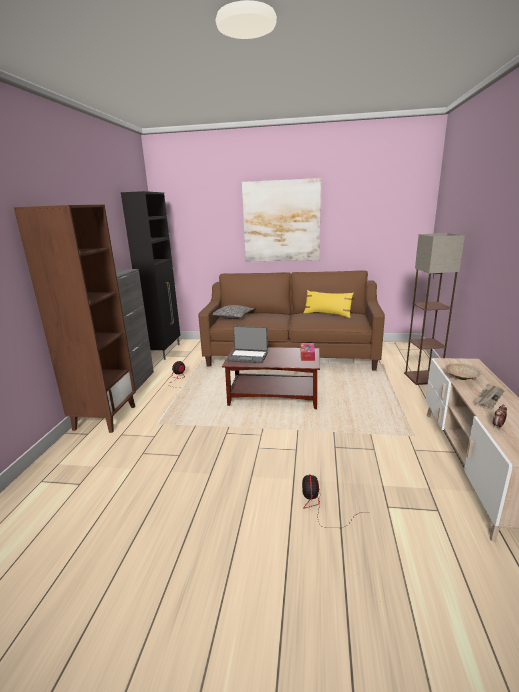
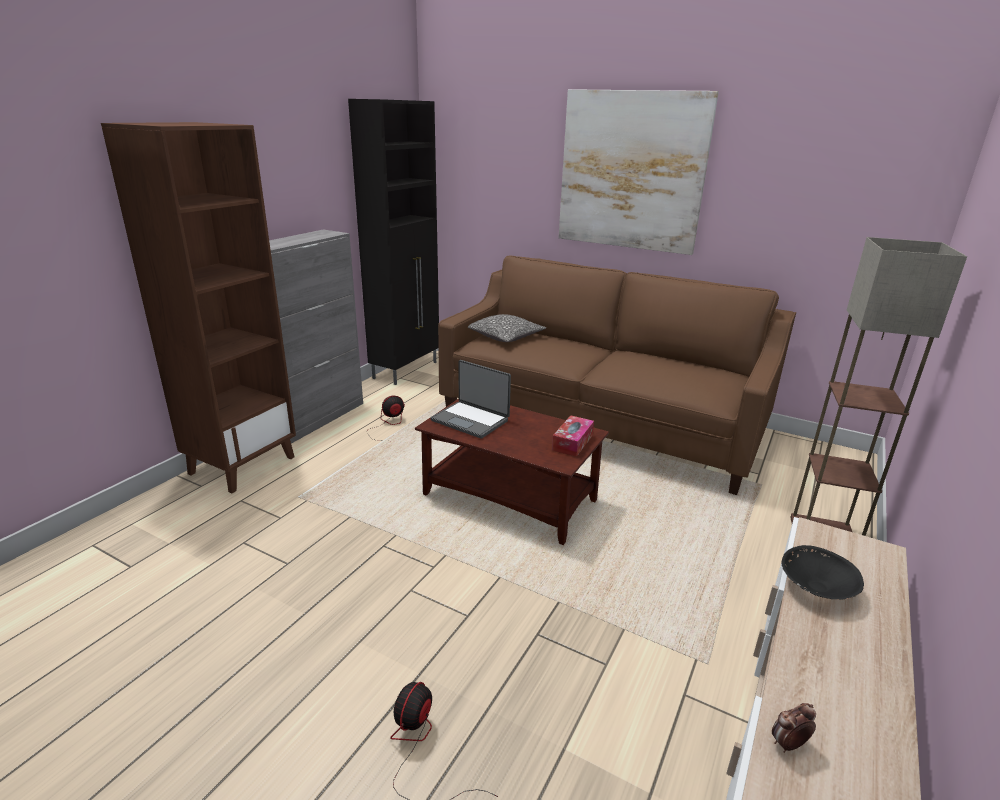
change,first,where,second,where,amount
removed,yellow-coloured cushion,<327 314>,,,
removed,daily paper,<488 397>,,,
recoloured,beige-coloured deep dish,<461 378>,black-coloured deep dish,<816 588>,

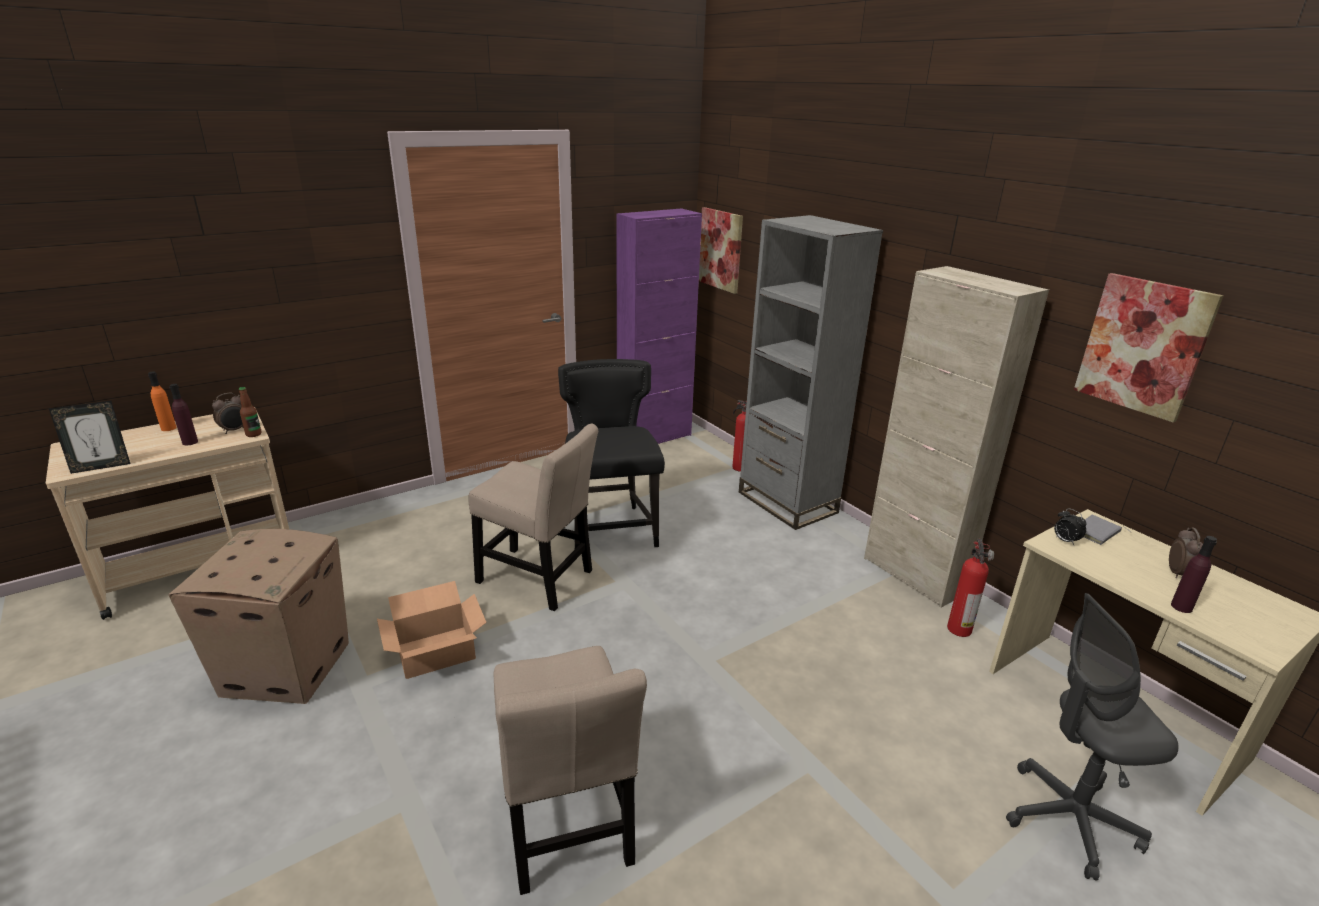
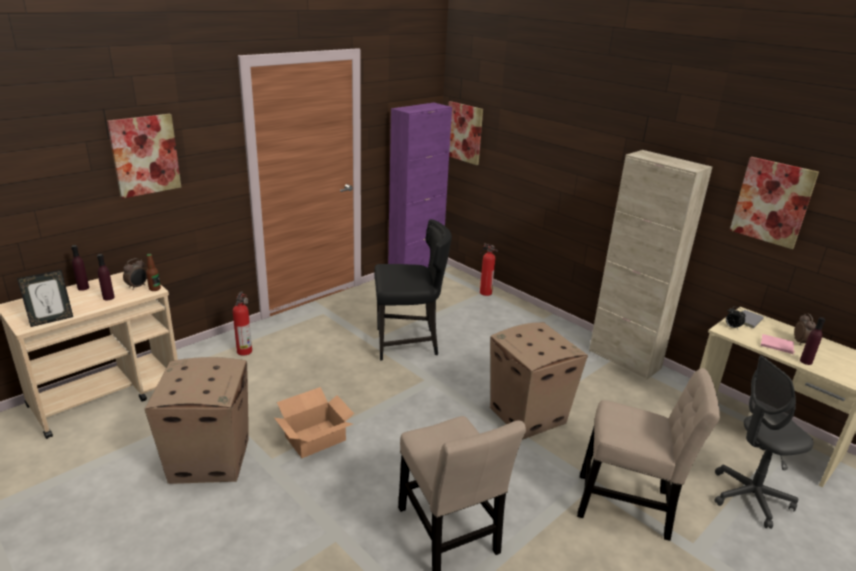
change,first,where,second,where,amount
removed,gray bookcase,<787 502>,,,
added,,,picture,<145 155>,
added,,,packing box,<528 415>,
added,,,pink-coloured book,<776 346>,
moved,beige-coloured upright chair,<539 579>,,<629 506>,
moved,extinguisher,<959 628>,,<245 350>,
recoloured,orangey beverage bottle,<168 428>,purple-coloured beverage bottle,<83 288>,
turned,black-coloured upright chair,<611 529>,,<408 343>,105 degrees clockwise

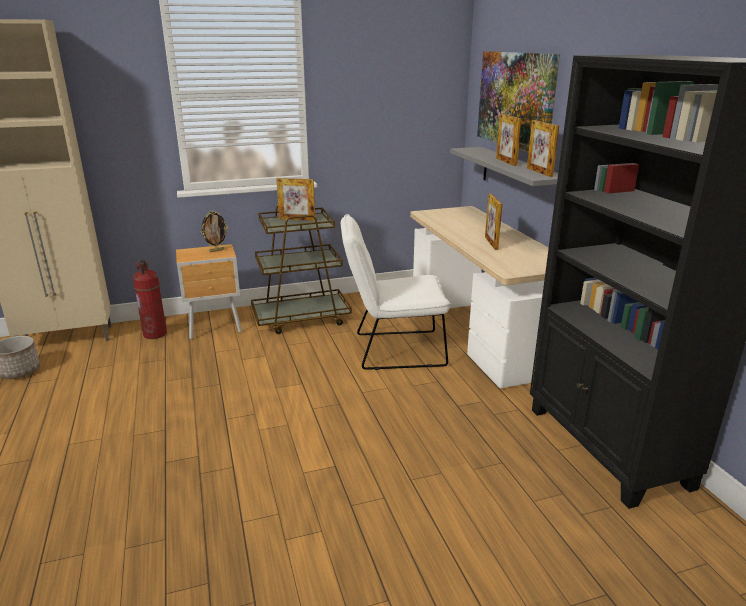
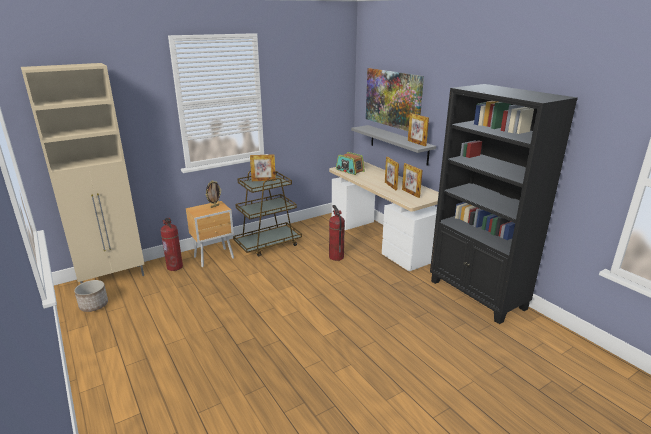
change,first,where,second,where,amount
added,,,radio receiver,<349 170>,
moved,standing frame,<506 162>,,<410 193>,
replaced,white upright chair,<392 350>,extinguisher,<336 257>,

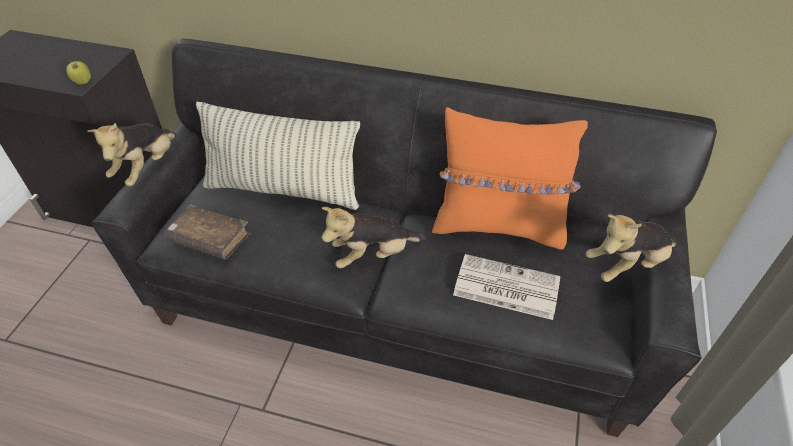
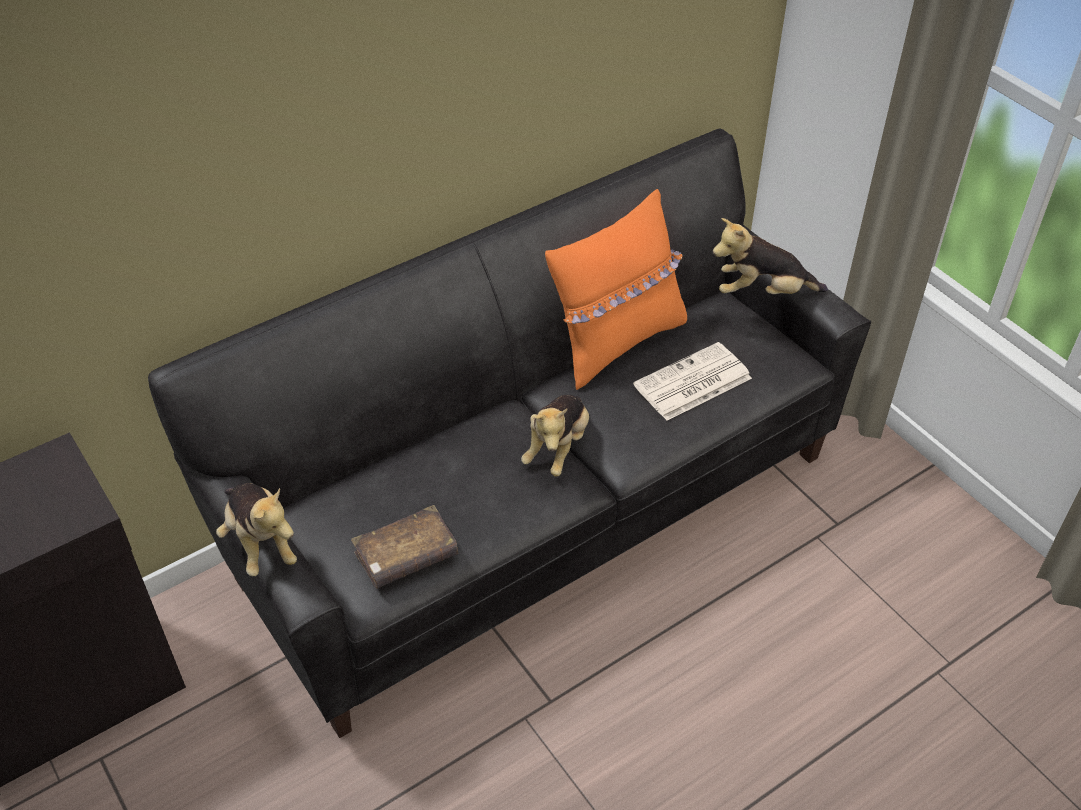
change,first,where,second,where,amount
removed,apple,<83 83>,,,
removed,cushion,<283 190>,,,
turned,cuddly toy,<627 265>,,<762 292>,75 degrees clockwise

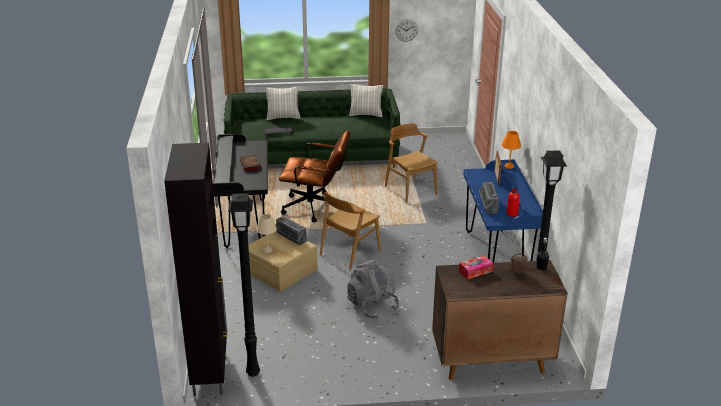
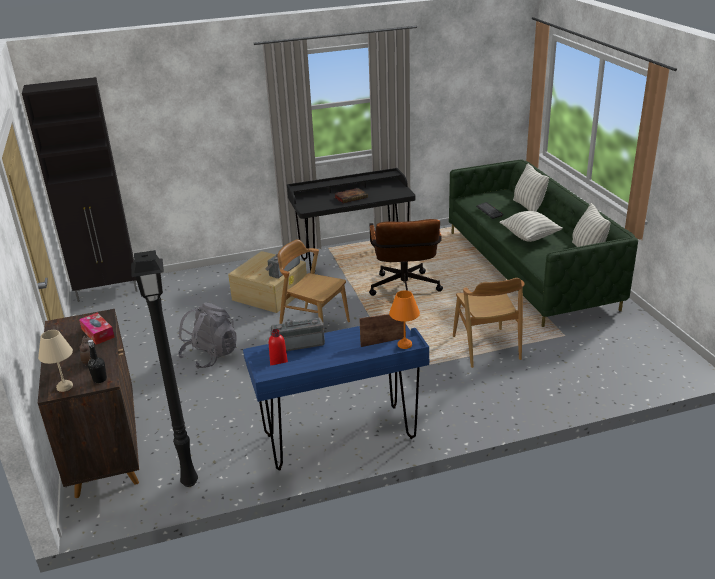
change,first,where,second,where,amount
removed,black-coloured standard lamp,<252 373>,,,
removed,hanging clock,<406 30>,,,
added,,,cushion,<529 236>,
moved,beige-coloured lamp for a table,<268 250>,,<64 387>,
turned,brownish upright chair,<410 190>,,<486 348>,120 degrees clockwise

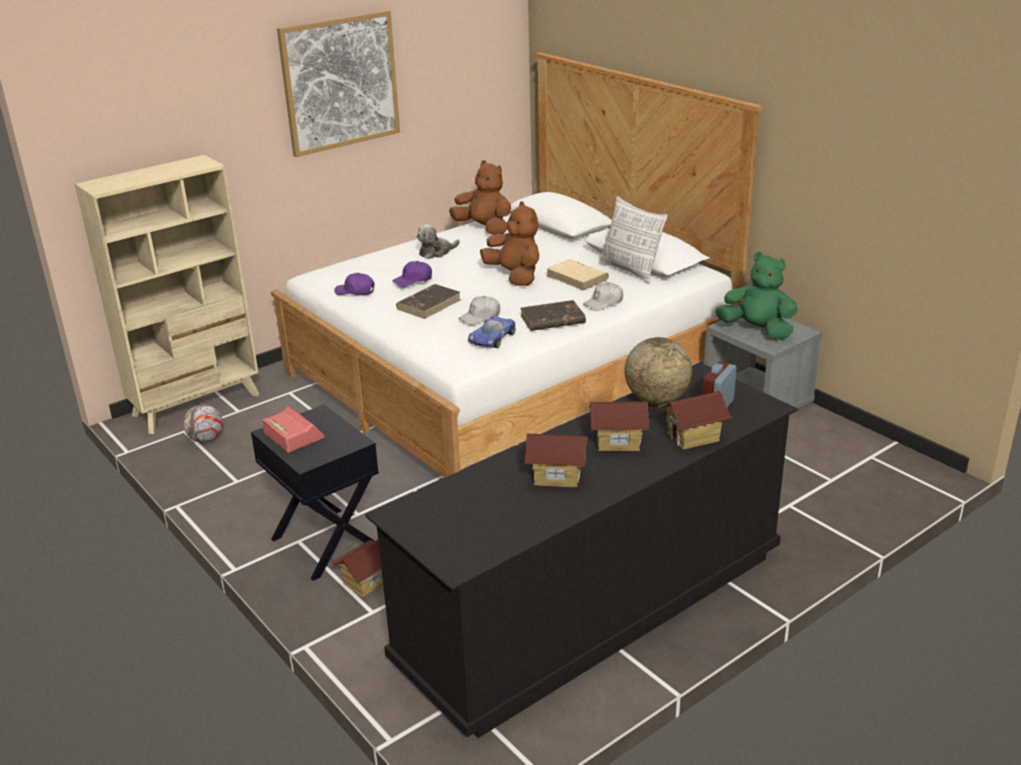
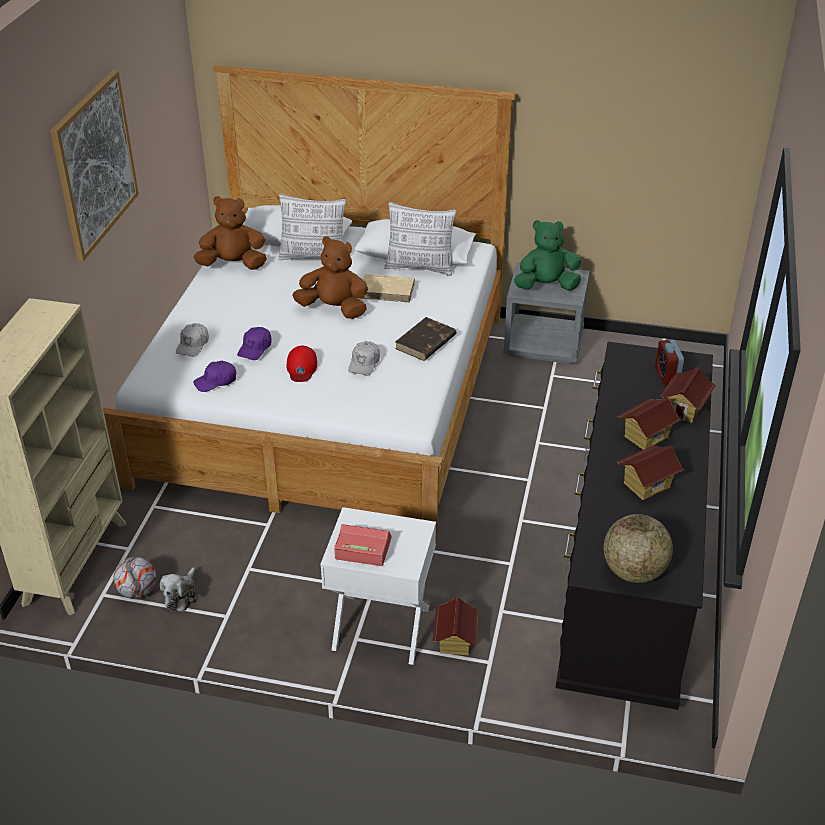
change,first,where,second,where,amount
removed,model car,<491 338>,,,
added,,,cushion,<313 257>,
moved,cuddly toy,<436 252>,,<181 595>,
moved,white baseball cap,<603 303>,,<193 345>,
moved,desk globe,<656 399>,,<634 572>,
replaced,brownish book,<429 304>,red-coloured baseball cap,<301 367>,
recoloured,black-coloured night table,<325 543>,white night table,<381 628>,

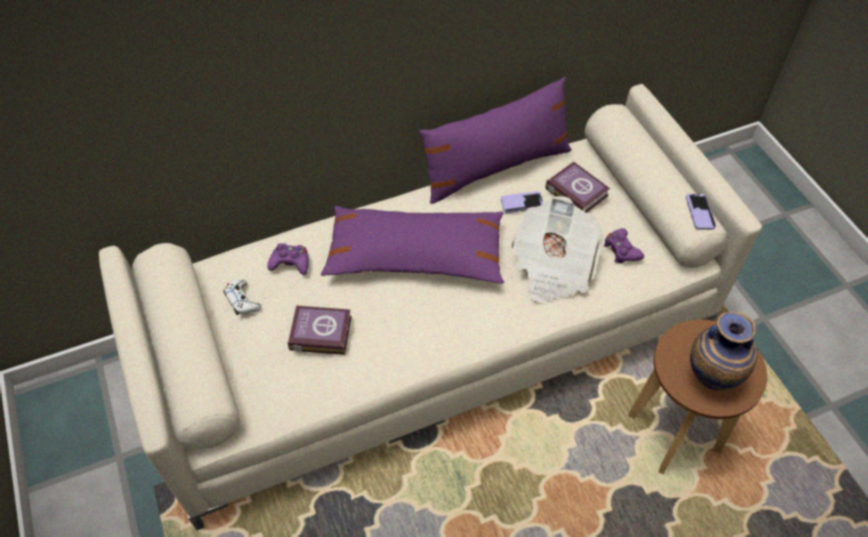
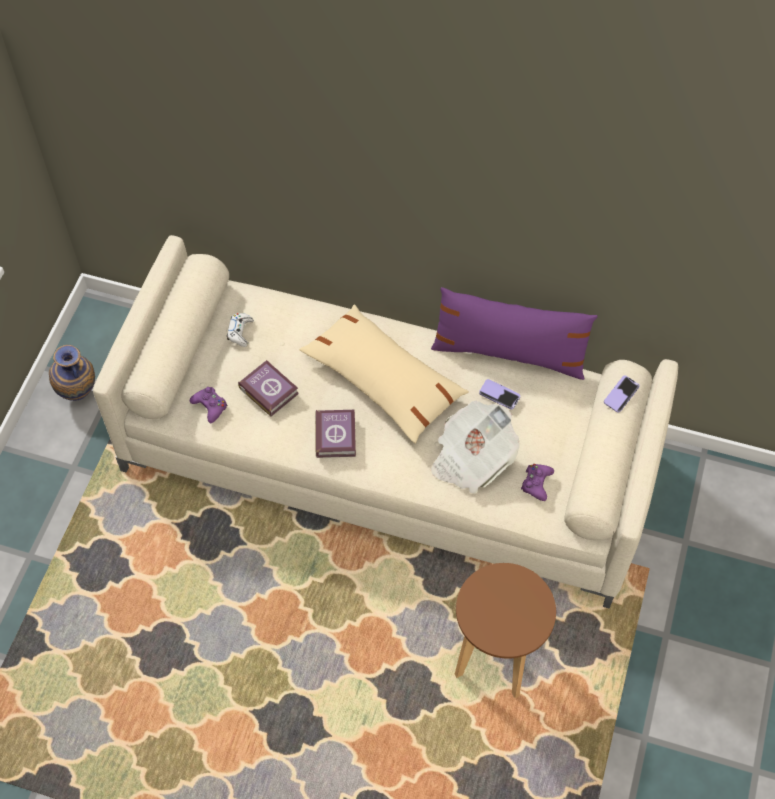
change,first,where,second,where,amount
moved,purple-coloured gamepad,<290 262>,,<210 406>,
moved,book,<576 191>,,<336 435>,
moved,phone,<700 212>,,<621 394>,
moved,flower vase,<710 378>,,<79 394>,
recoloured,purple-coloured cushion,<415 255>,beige-coloured cushion,<383 380>,

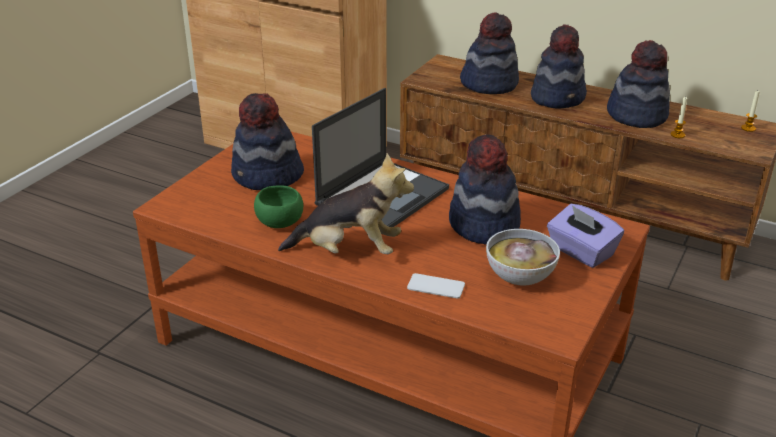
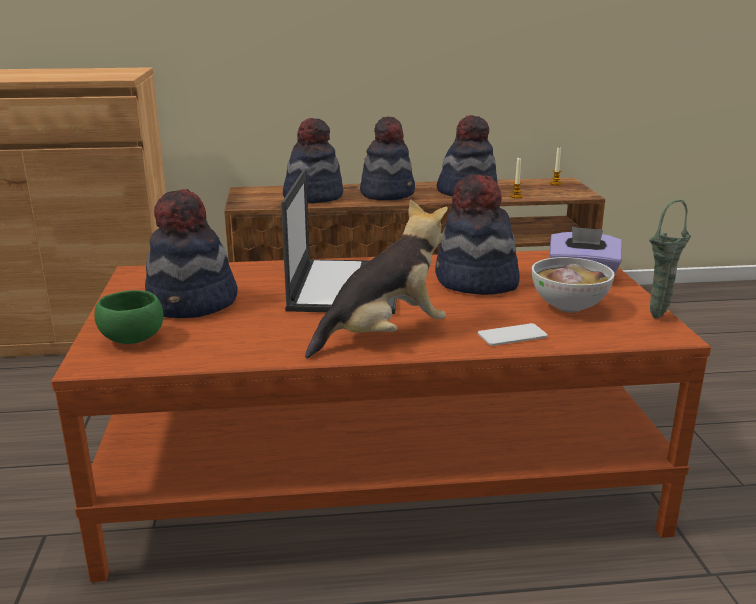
change,first,where,second,where,amount
added,,,green flower vase,<659 316>,
moved,green deep dish,<279 223>,,<132 340>,

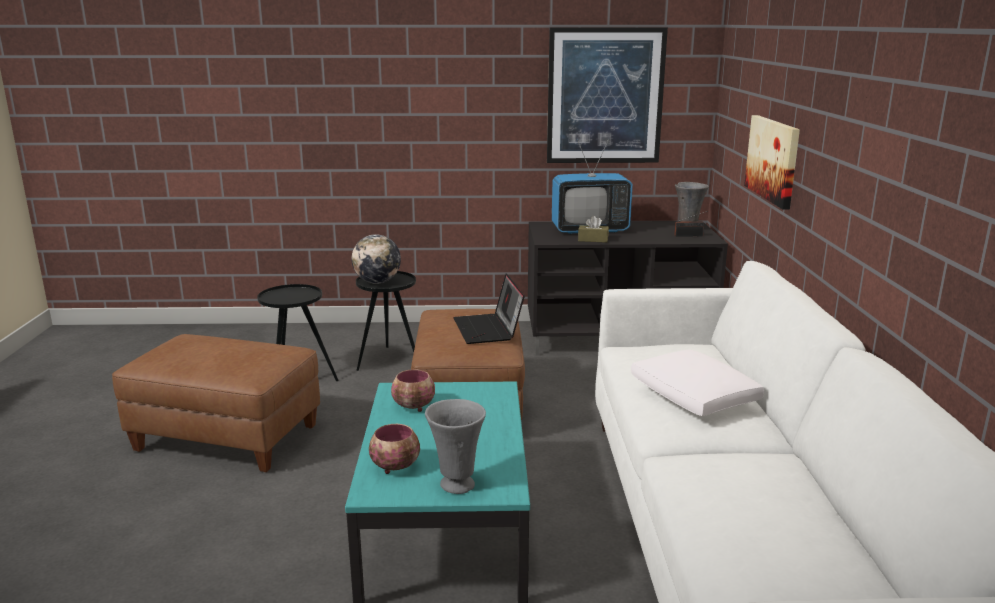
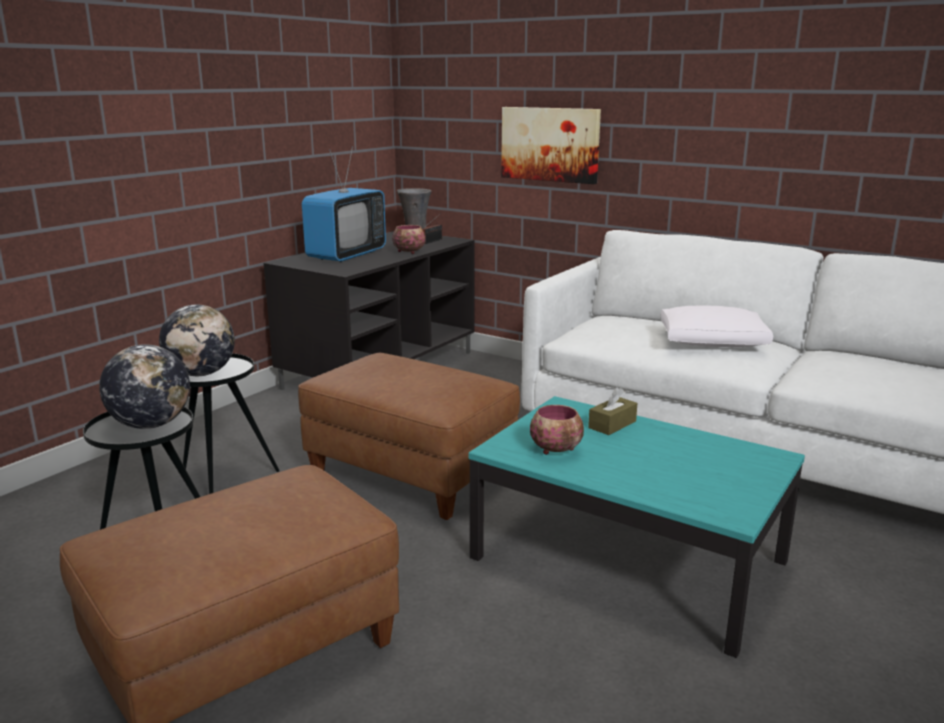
change,first,where,second,where,amount
removed,gray flower vase,<456 484>,,,
removed,laptop,<488 330>,,,
removed,picture,<605 96>,,,
added,,,desk globe,<150 425>,
moved,deep dish,<396 466>,,<409 252>,
moved,brownish box of tissues,<593 240>,,<612 424>,

